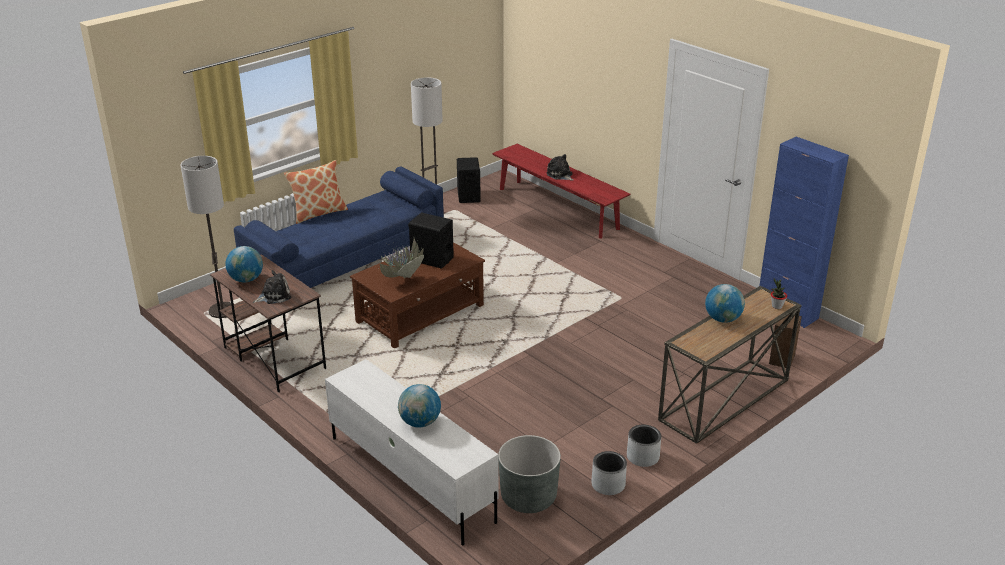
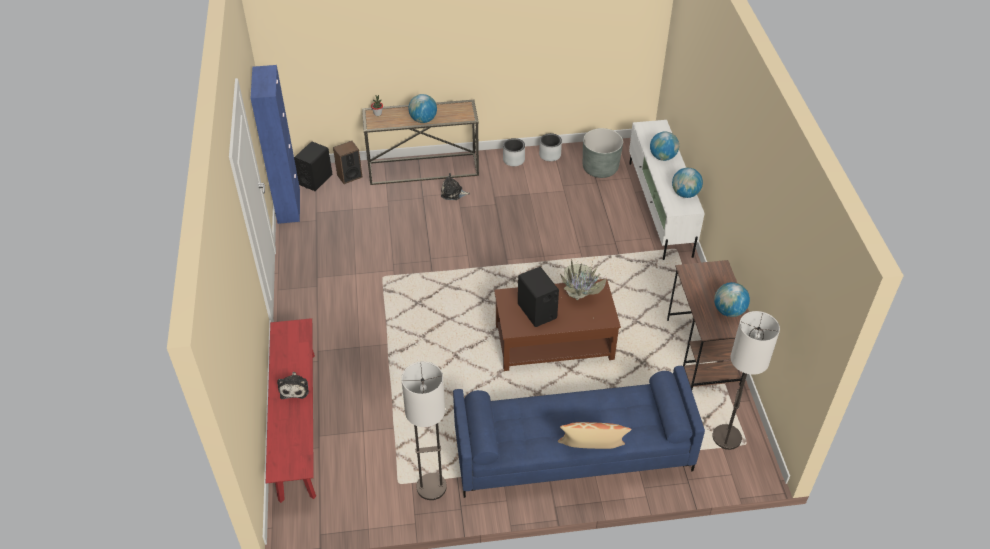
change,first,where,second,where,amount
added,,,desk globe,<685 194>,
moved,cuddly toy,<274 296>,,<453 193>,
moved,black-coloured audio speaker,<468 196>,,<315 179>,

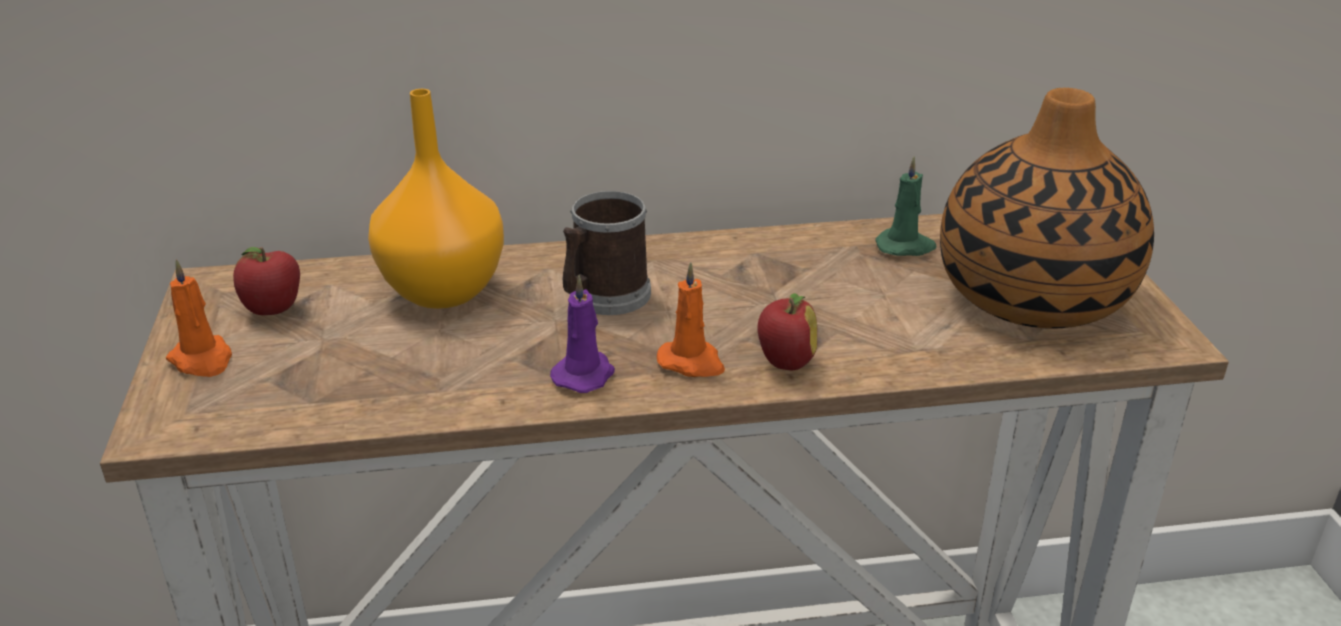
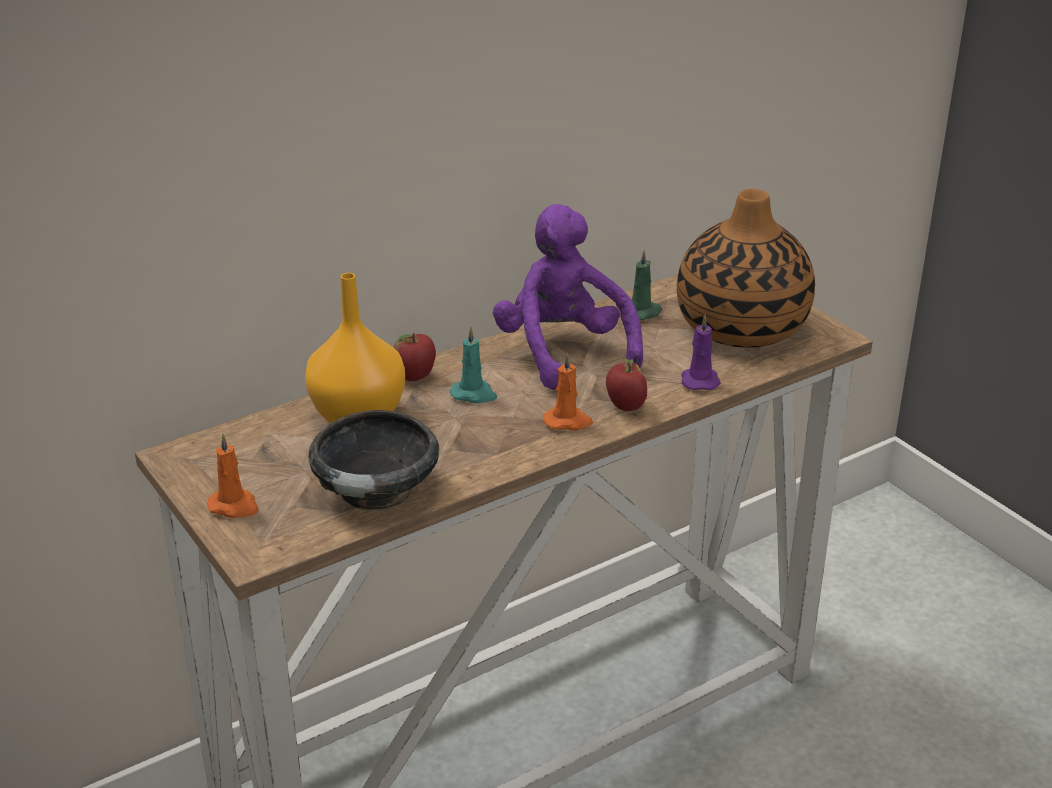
change,first,where,second,where,amount
added,,,black-coloured deep dish,<377 489>,
added,,,purple-coloured cuddly toy,<563 352>,
moved,apple,<273 311>,,<415 377>,
moved,purple-coloured wax light,<585 374>,,<699 380>,
replaced,tea mug,<604 297>,turquoise wax light,<474 394>,

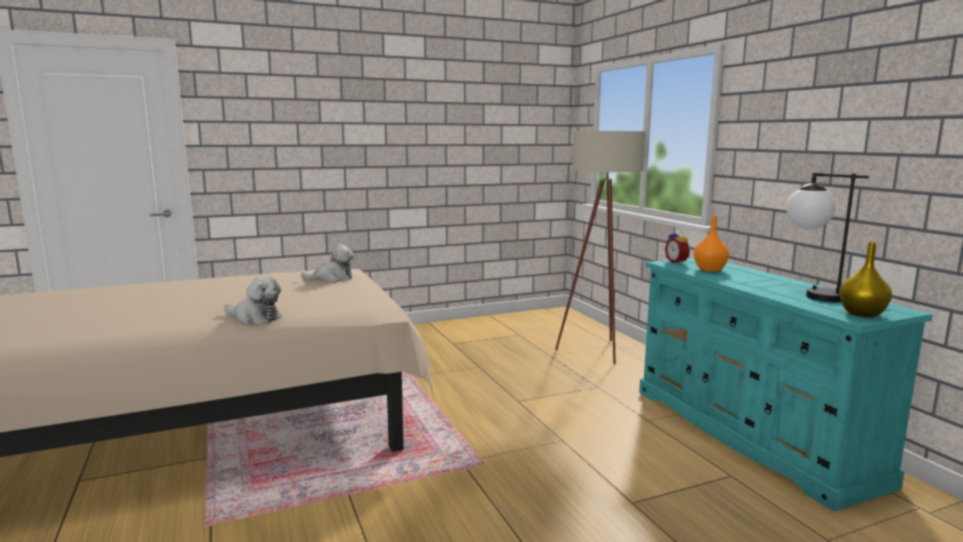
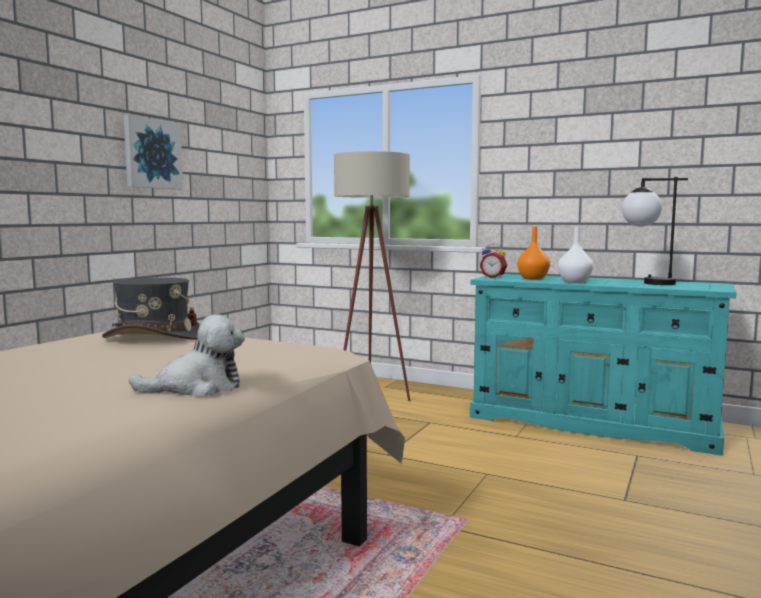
change,first,where,second,where,amount
removed,yellow-coloured flower vase,<861 313>,,,
added,,,picture,<152 154>,
added,,,white flower vase,<575 282>,
replaced,cuddly toy,<332 278>,gray hat,<154 337>,

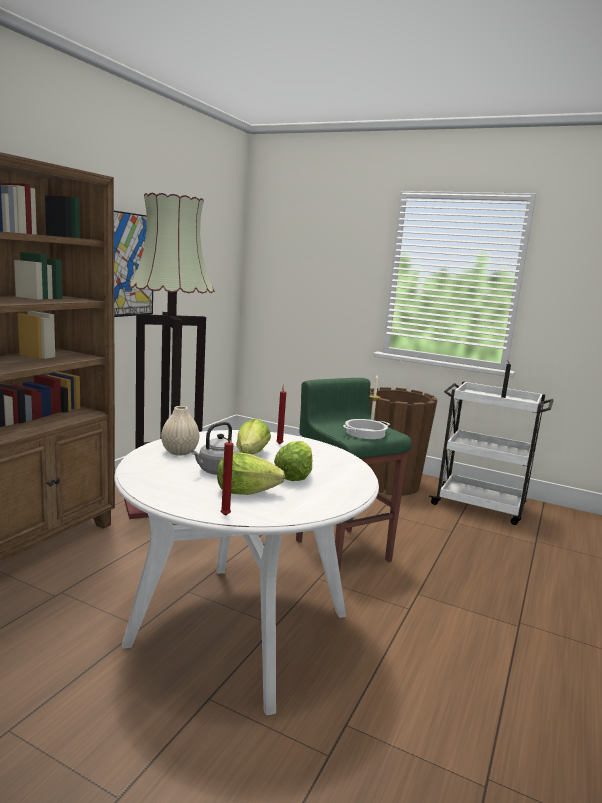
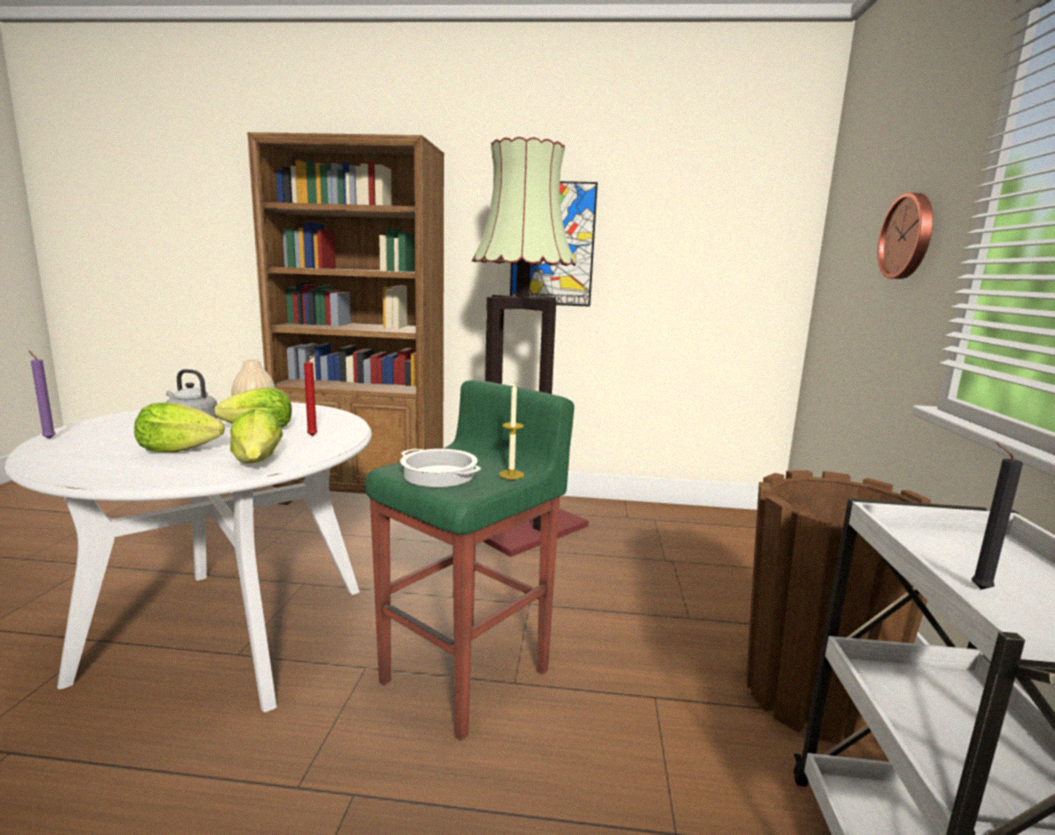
change,first,where,second,where,amount
added,,,hanging clock,<908 236>,
moved,head of lettuce,<245 492>,,<257 462>,
recoloured,red-coloured wax light,<224 516>,purple-coloured wax light,<48 438>,

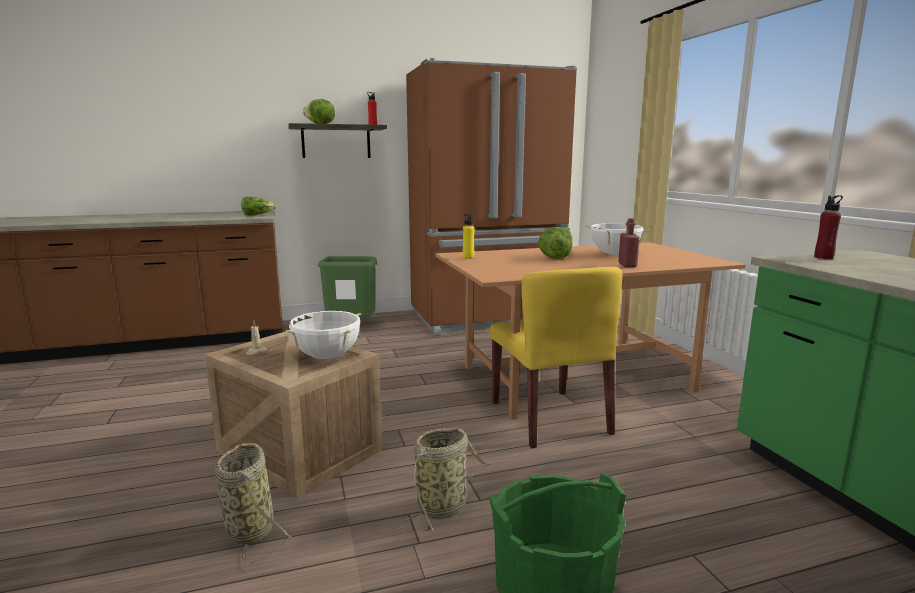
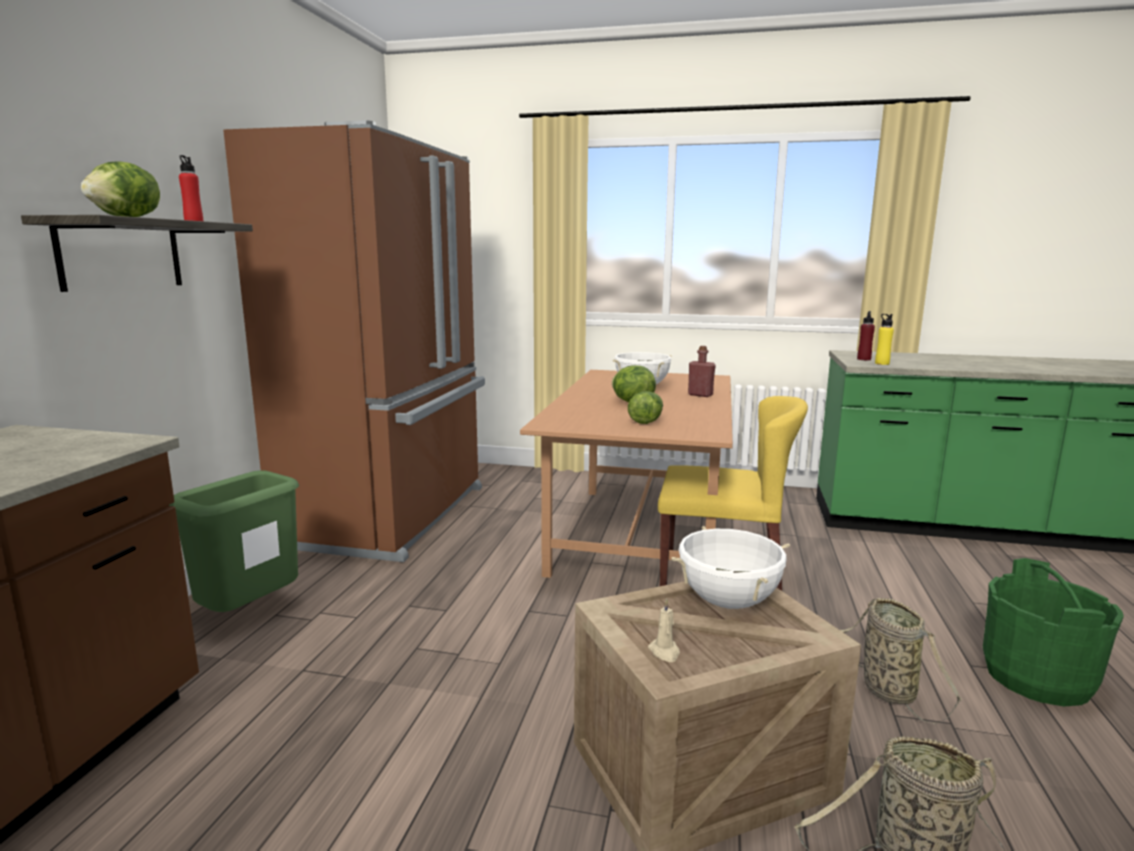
change,first,where,second,where,amount
moved,head of lettuce,<257 215>,,<645 420>,
moved,yellow-coloured beverage bottle,<468 257>,,<882 363>,

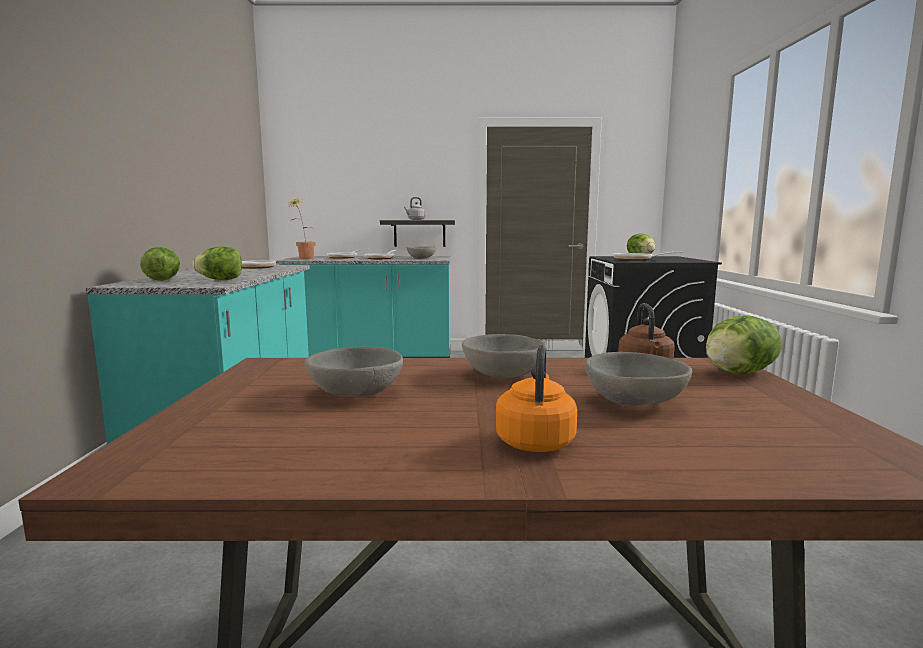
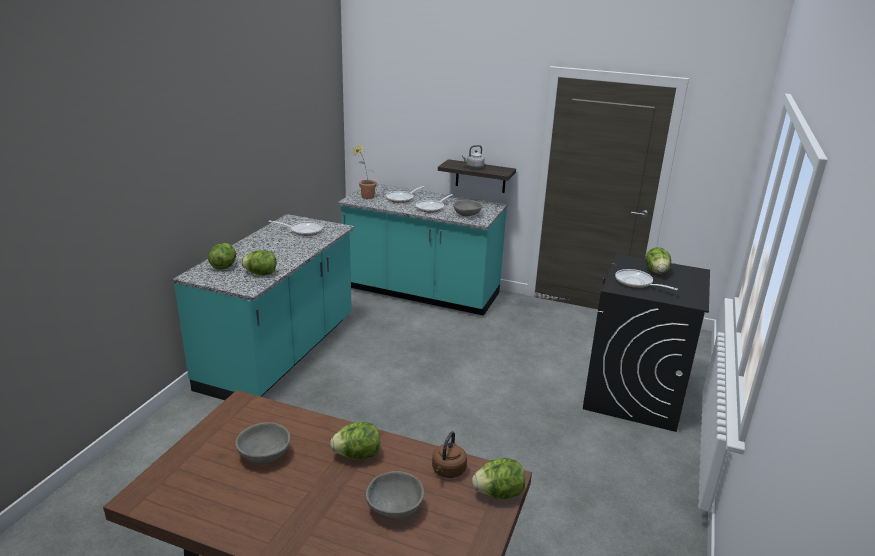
change,first,where,second,where,amount
removed,orangey tea kettle,<535 441>,,,
replaced,gray deep dish,<504 375>,head of lettuce,<357 455>,

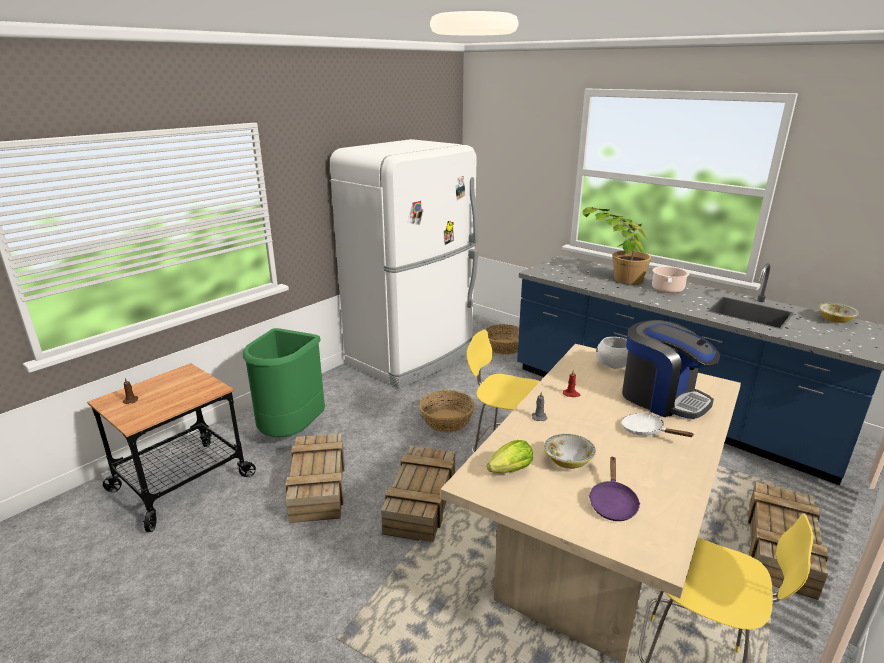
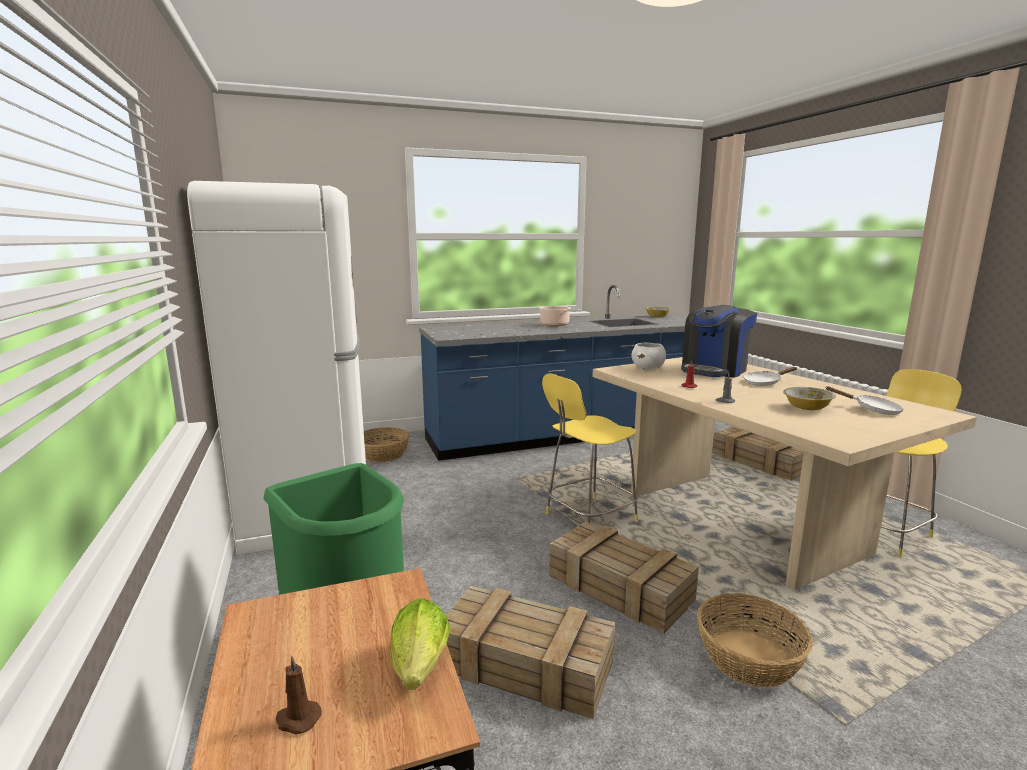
change,first,where,second,where,amount
removed,potted plant,<614 276>,,,
moved,basket,<447 420>,,<748 657>,
moved,head of lettuce,<508 471>,,<419 671>,
recoloured,purple-coloured skillet,<612 503>,white skillet,<872 410>,
turned,coffee machine,<662 398>,,<714 370>,150 degrees clockwise

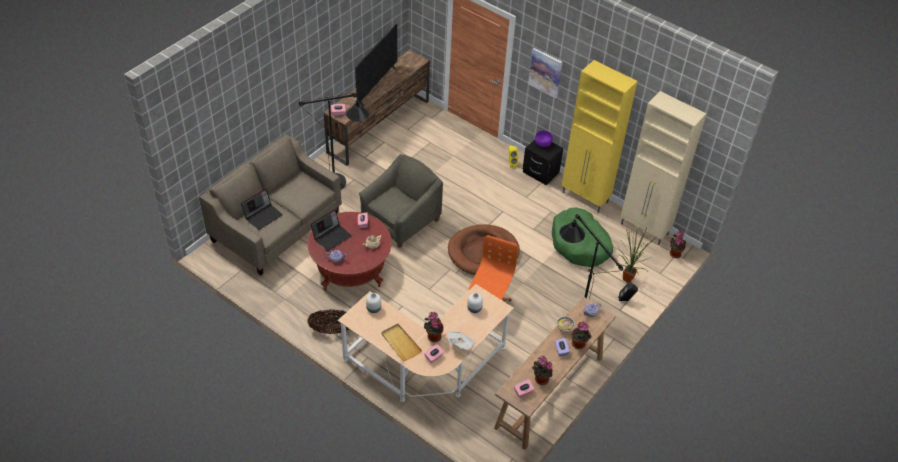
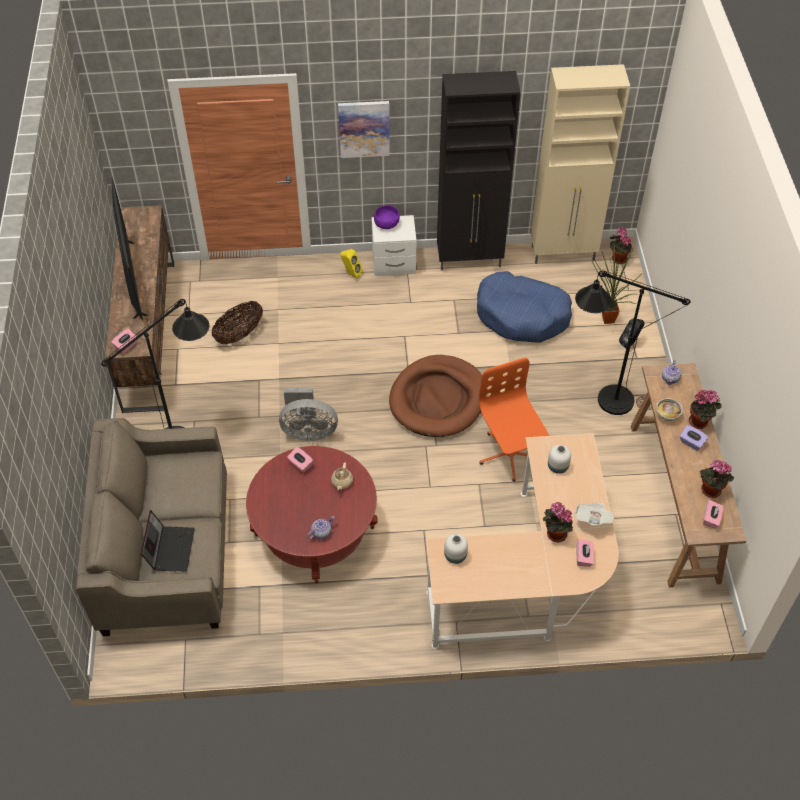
change,first,where,second,where,amount
removed,laptop,<332 236>,,,
removed,beige-coloured tray,<400 343>,,,
moved,basket,<331 330>,,<239 334>,
replaced,gray armchair,<401 221>,gray electric fan,<308 431>,
recoloured,black-coloured night table,<540 173>,white night table,<394 264>,
recoloured,green dog bed,<580 244>,bluish dog bed,<522 315>,
recoloured,yellow-coloured storage cabinet,<585 198>,black-coloured storage cabinet,<470 260>,

